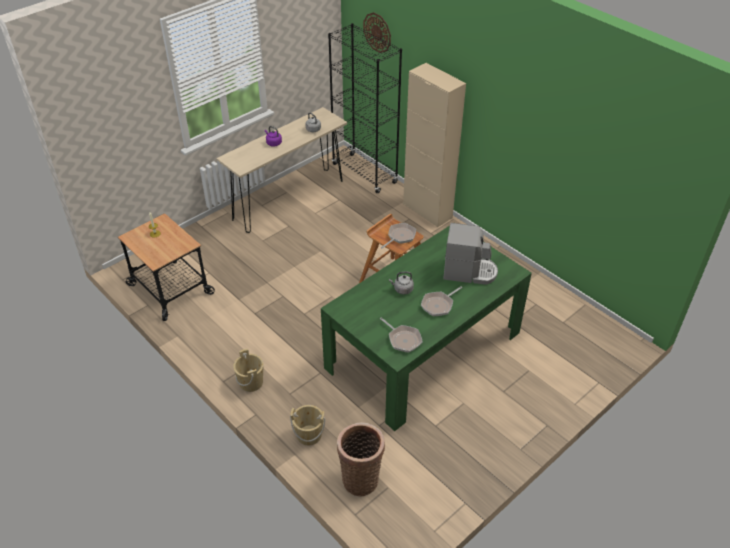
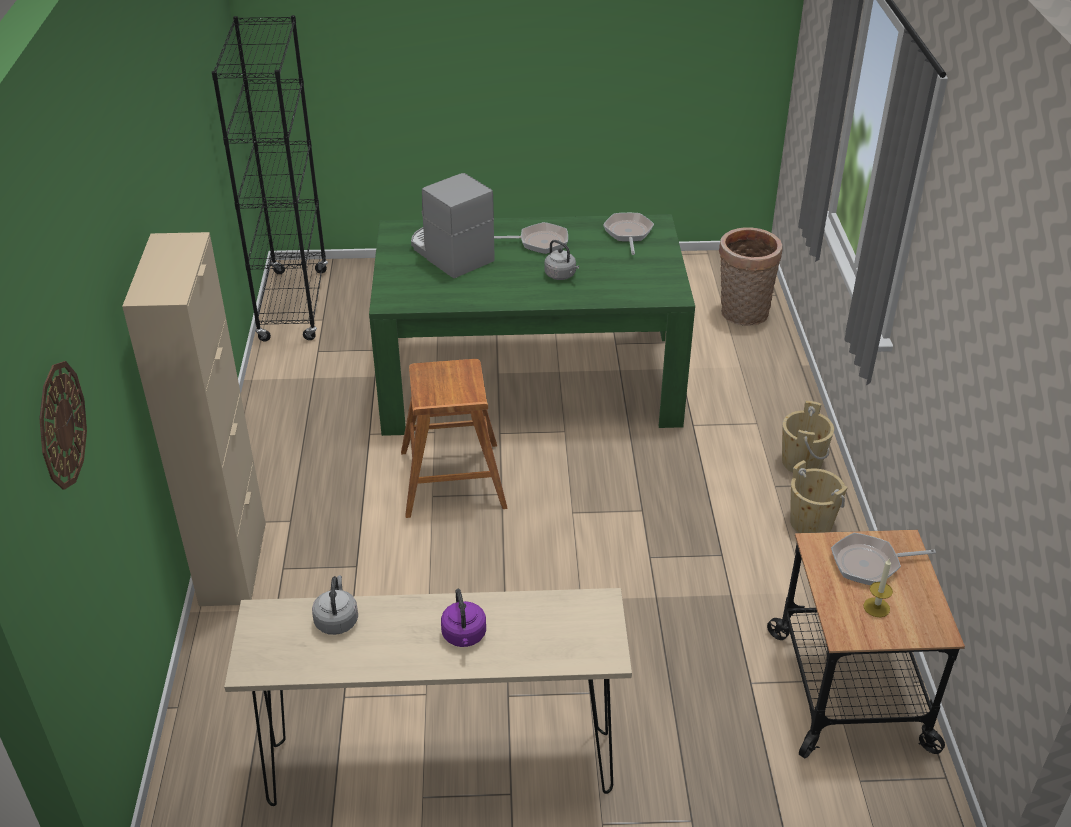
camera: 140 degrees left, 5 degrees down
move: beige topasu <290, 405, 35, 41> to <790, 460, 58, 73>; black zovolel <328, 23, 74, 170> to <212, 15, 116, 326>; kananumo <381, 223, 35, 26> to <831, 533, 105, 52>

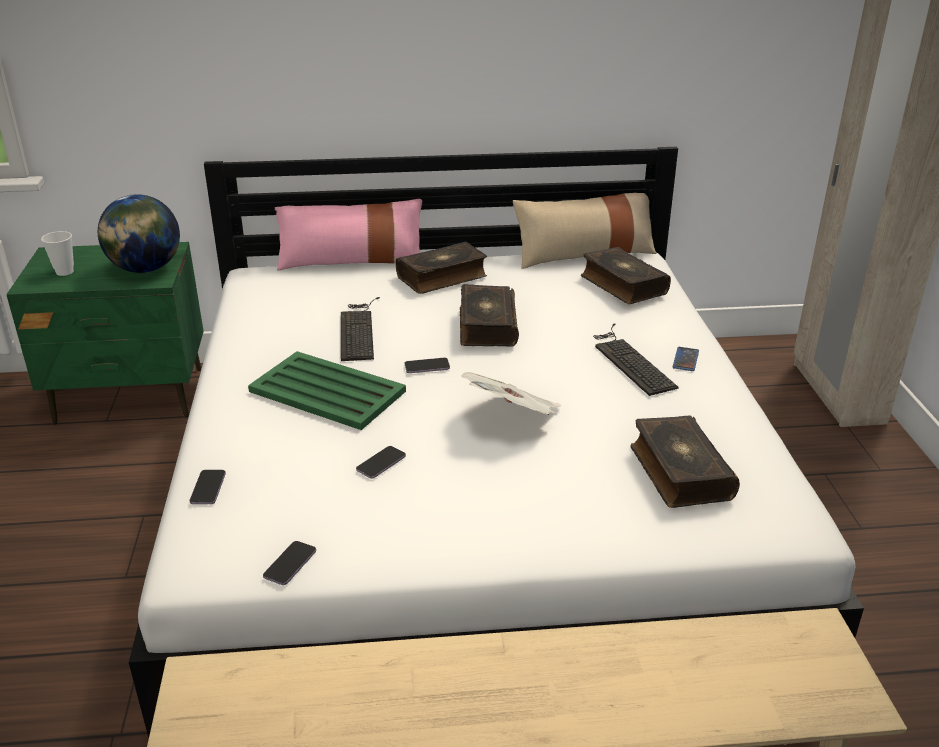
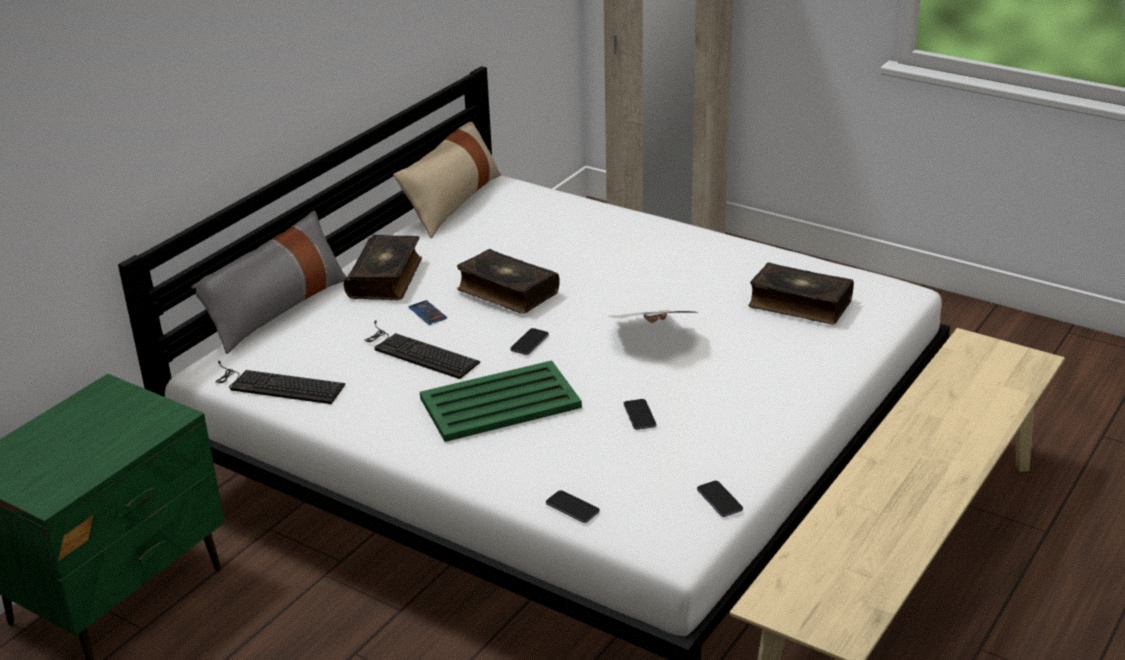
camera: 50 degrees left, 0 degrees up
delete: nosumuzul <41, 231, 33, 45>; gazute <98, 194, 82, 79>; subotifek <581, 247, 90, 57>
move: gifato <593, 323, 86, 73> to <215, 360, 130, 44>; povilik <673, 347, 26, 24> to <409, 300, 38, 25>
recolor: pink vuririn <275, 199, 147, 71> to grey vuririn <191, 211, 156, 143>

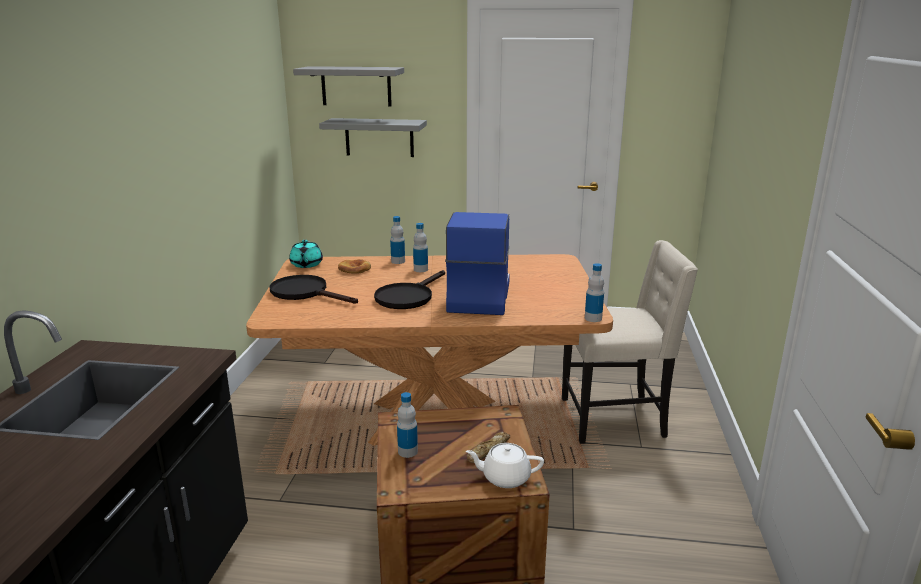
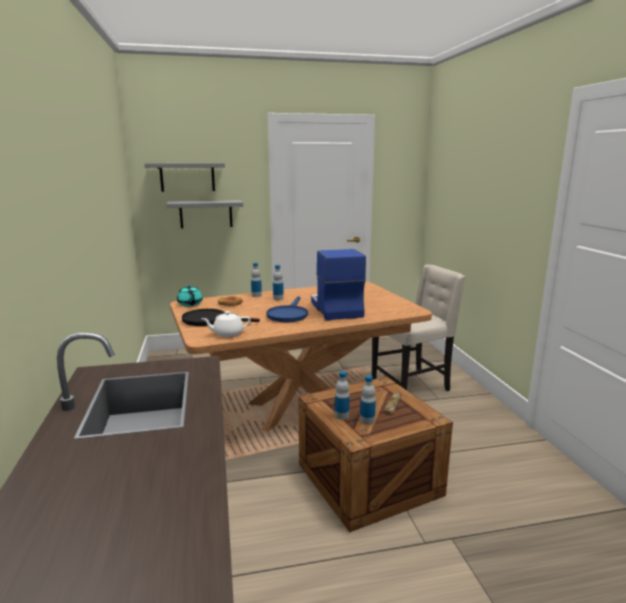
camera: 20 degrees left, 5 degrees down
move: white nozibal <466, 443, 78, 45> to <201, 311, 50, 26>; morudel <585, 263, 19, 59> to <360, 375, 16, 50>
recolor: black kananumo <374, 270, 71, 39> to blue kananumo <266, 296, 42, 26>

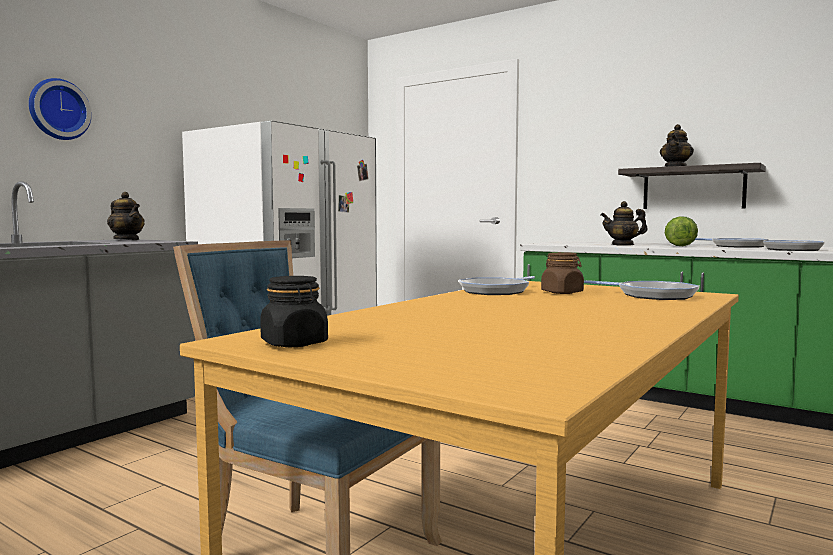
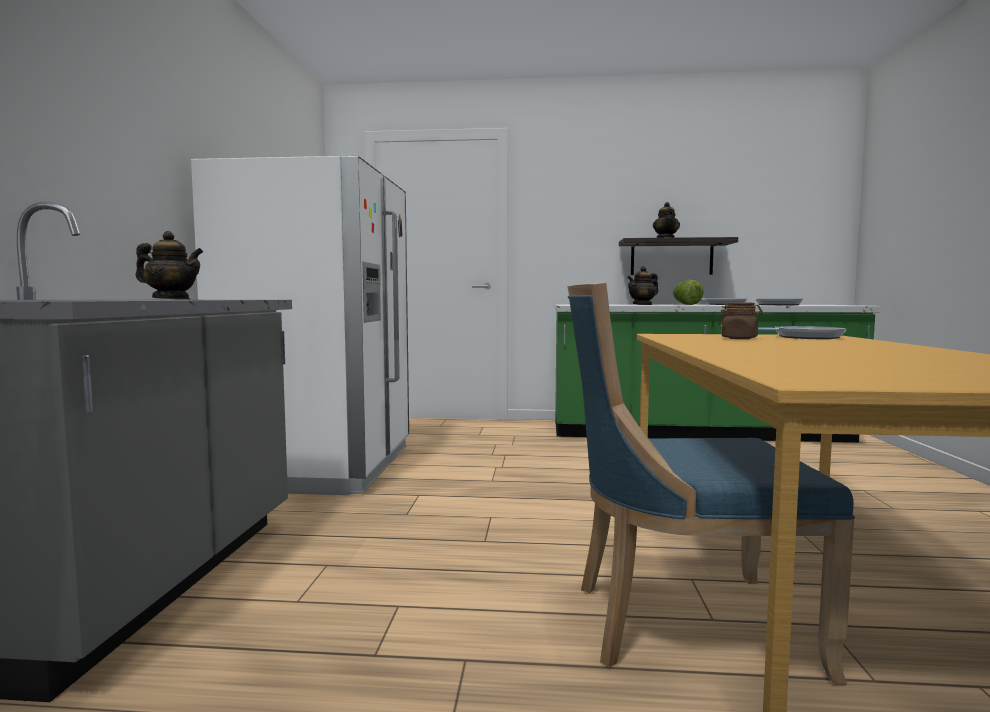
camera: 30 degrees left, 0 degrees up
delete: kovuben <29, 78, 63, 62>; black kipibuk <260, 276, 68, 71>; kananumo <459, 276, 76, 19>

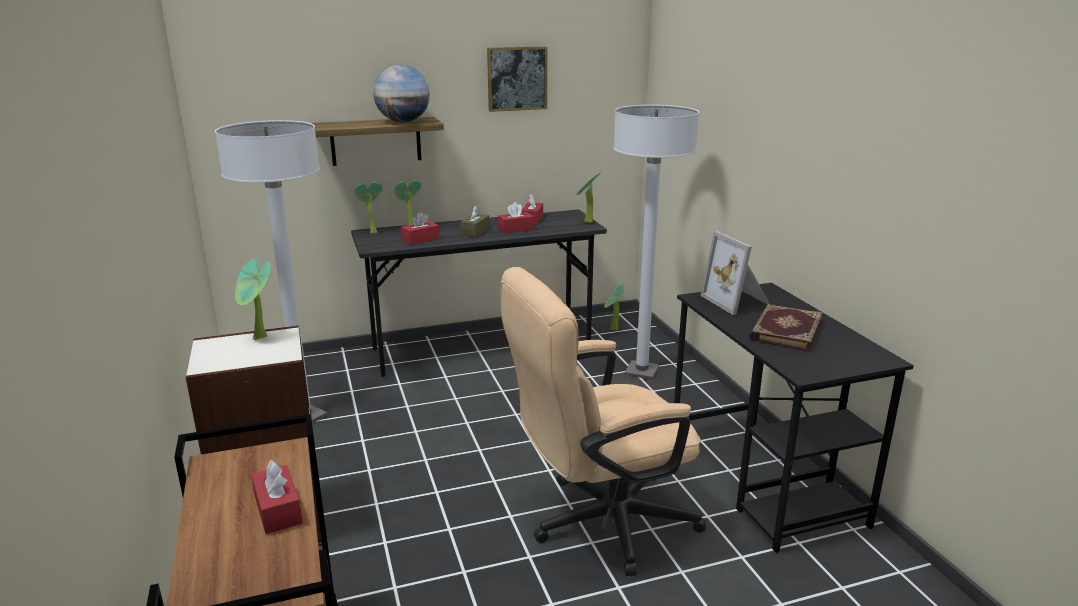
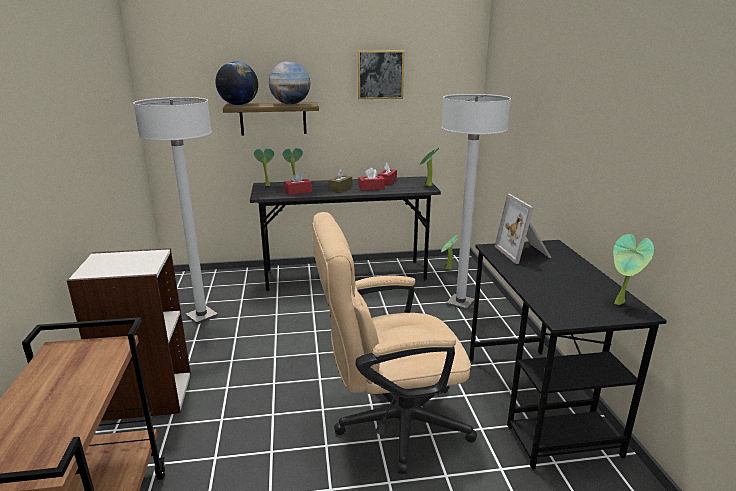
camera: 10 degrees right, 0 degrees up
delete: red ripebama <251, 460, 52, 74>; subotifek <749, 304, 74, 48>
insert: gazute <216, 61, 42, 44>
move: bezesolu <235, 259, 36, 81> to <613, 234, 41, 71>

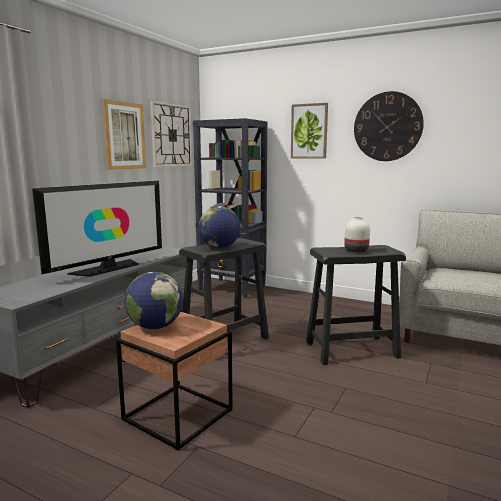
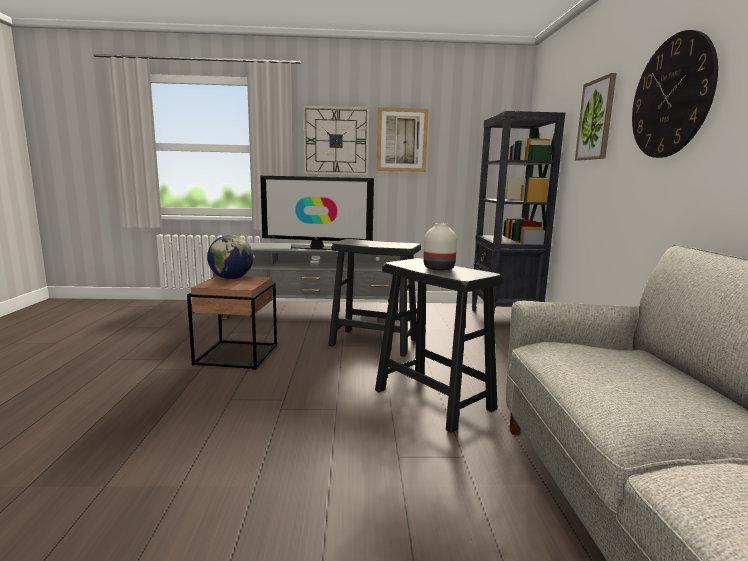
camera: 60 degrees right, 0 degrees up
delete: gazute <198, 206, 42, 42>
move: kovuben <150, 101, 42, 66> to <303, 106, 66, 69>

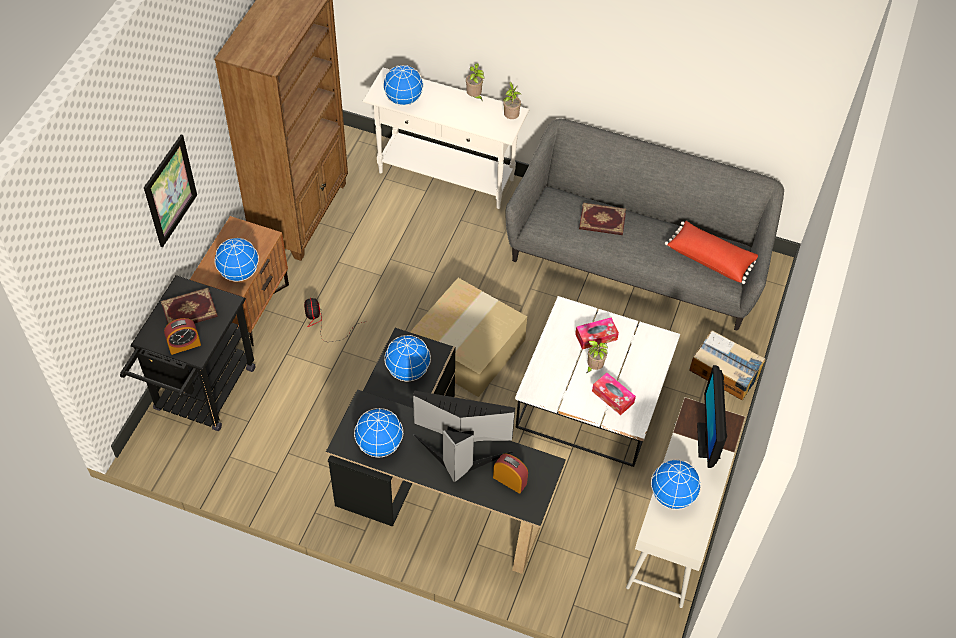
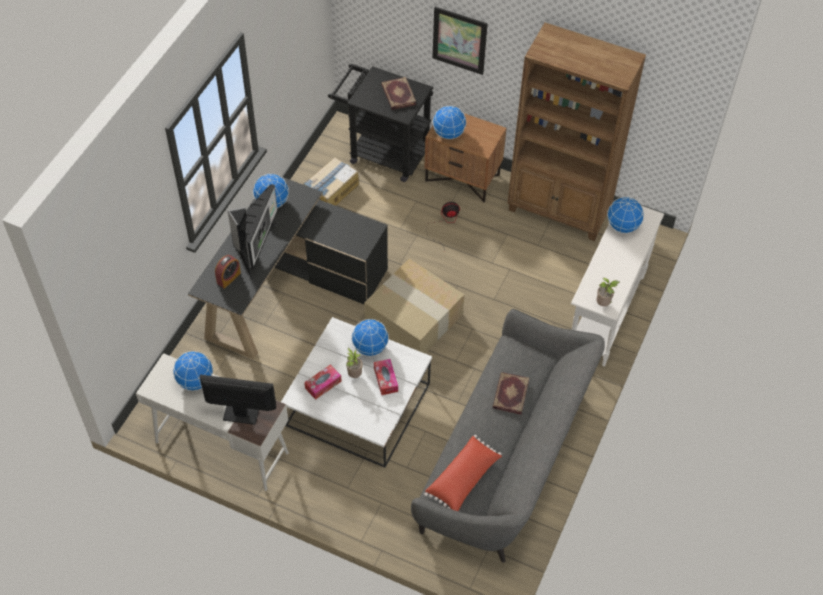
camera: 95 degrees right, 0 degrees up
delete: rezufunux <164, 318, 37, 37>; bezesolu <466, 63, 18, 39>
move: gazute <384, 335, 47, 46> to <351, 319, 38, 37>; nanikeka <689, 330, 76, 70> to <304, 157, 55, 49>

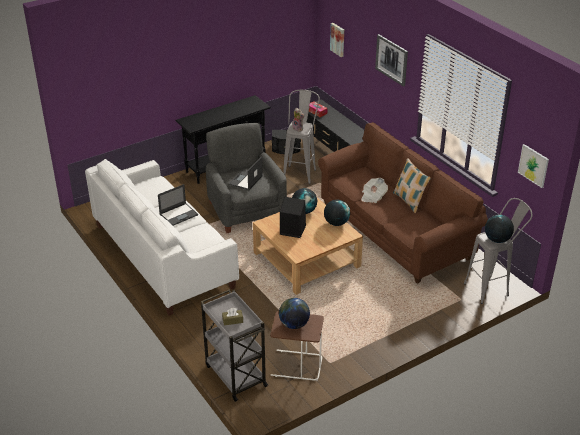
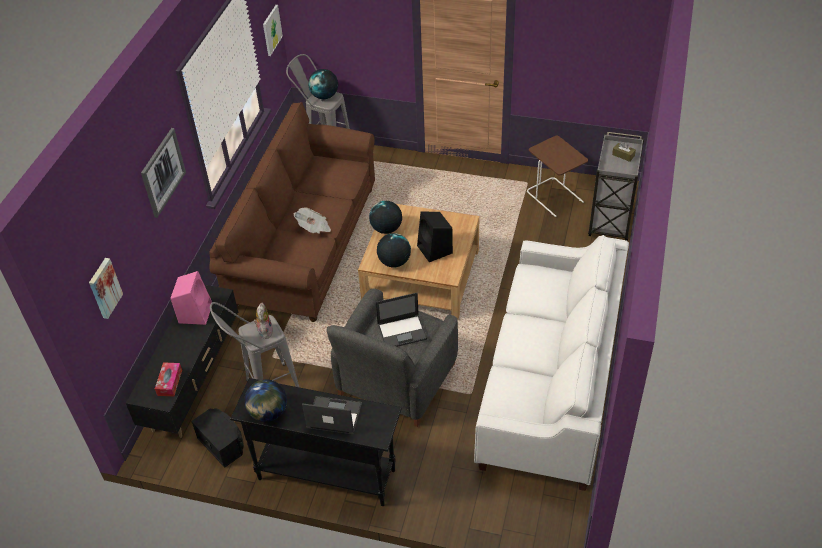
camera: 130 degrees left, 10 degrees up
delete: vuririn <393, 158, 38, 55>
insert: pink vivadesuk <171, 271, 41, 54>
move: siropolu <158, 184, 40, 42> to <302, 396, 60, 38>; gazute <279, 298, 31, 31> to <244, 379, 43, 43>

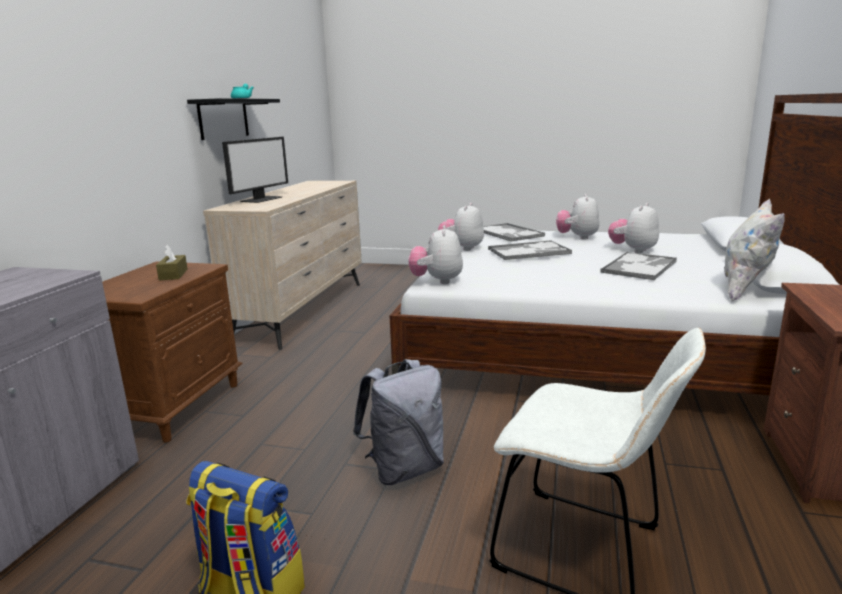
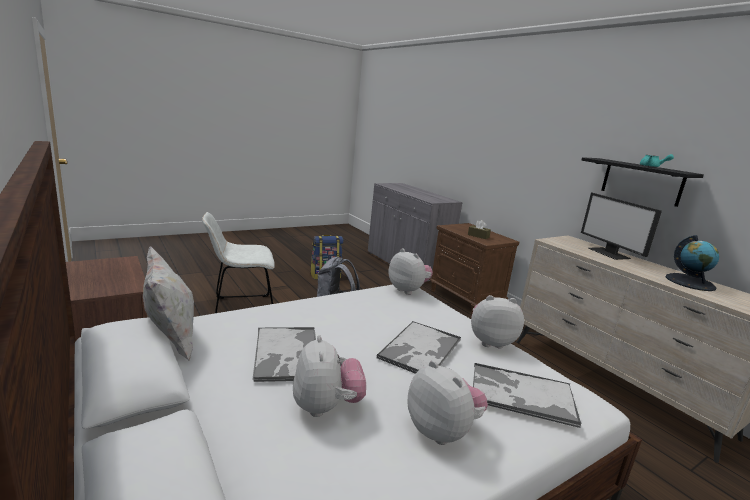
camera: 130 degrees right, 0 degrees up
insert: gazute <666, 235, 53, 56>
rotate: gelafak <438, 203, 46, 48> = <471, 295, 53, 54> 60 degrees counterclockwise

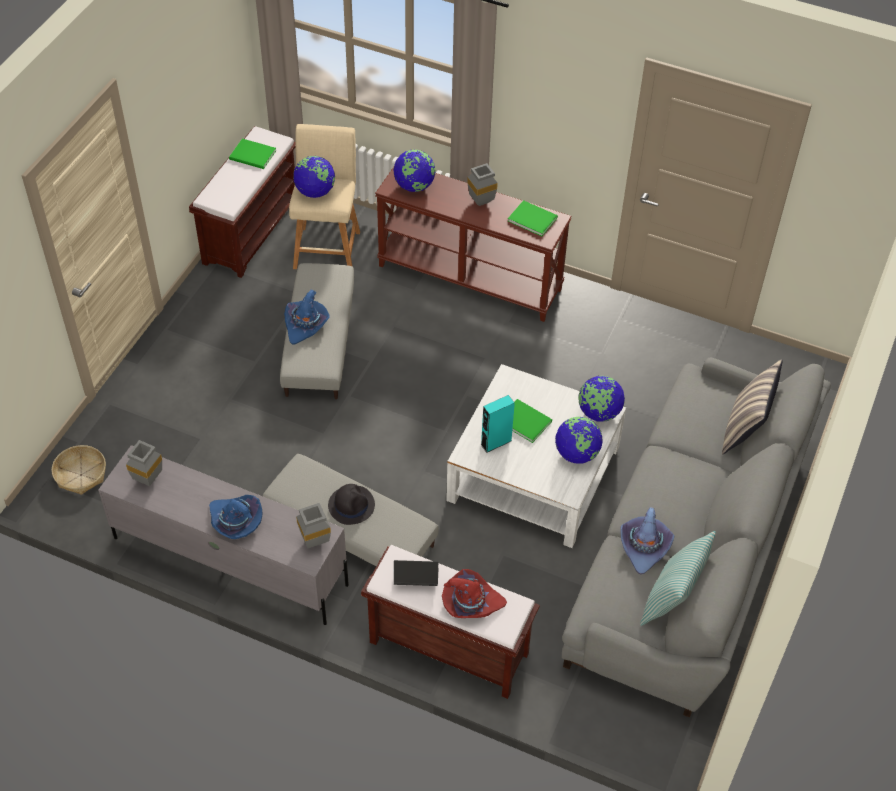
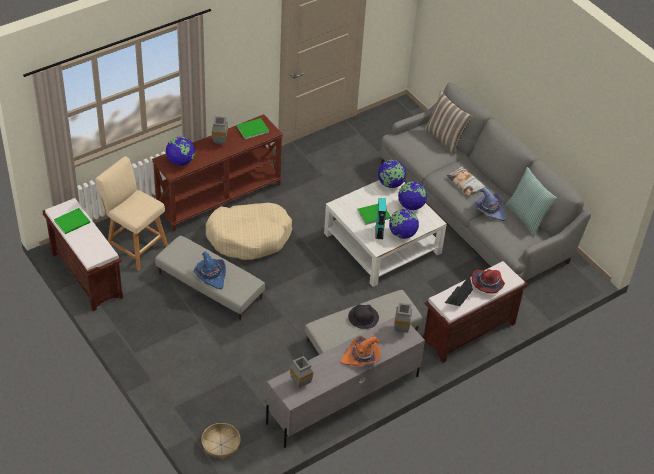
camera: 60 degrees left, 5 degrees down
insert: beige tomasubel <206, 203, 86, 57>; vuririn <447, 166, 39, 30>
move: gazute <293, 156, 42, 42> to <389, 209, 30, 30>
recolor: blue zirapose <209, 495, 53, 44> to orange zirapose <341, 336, 40, 30>

